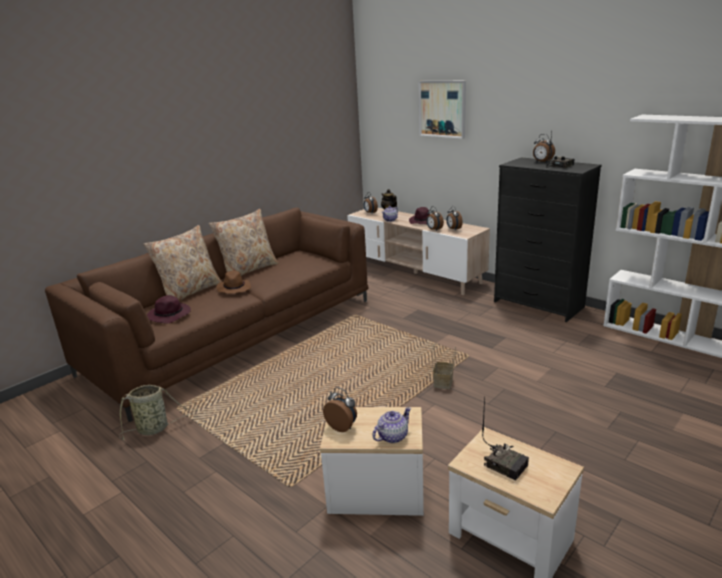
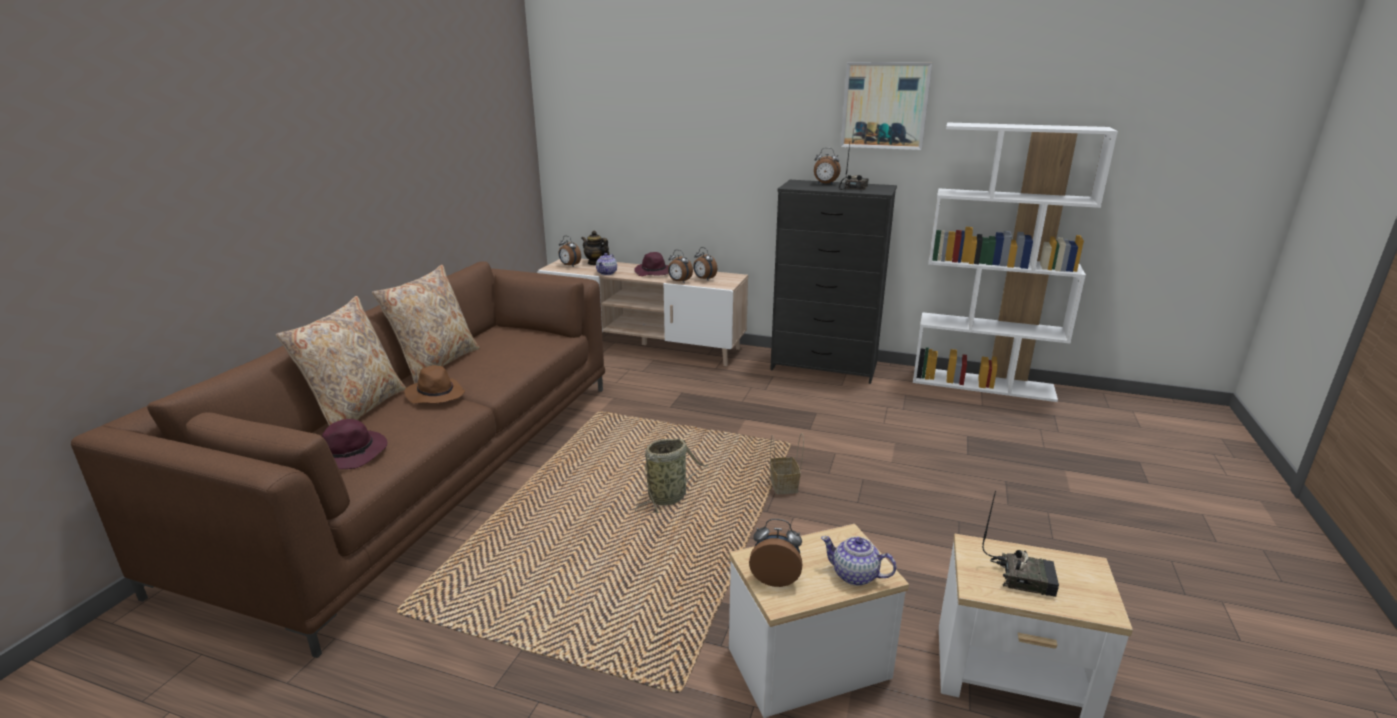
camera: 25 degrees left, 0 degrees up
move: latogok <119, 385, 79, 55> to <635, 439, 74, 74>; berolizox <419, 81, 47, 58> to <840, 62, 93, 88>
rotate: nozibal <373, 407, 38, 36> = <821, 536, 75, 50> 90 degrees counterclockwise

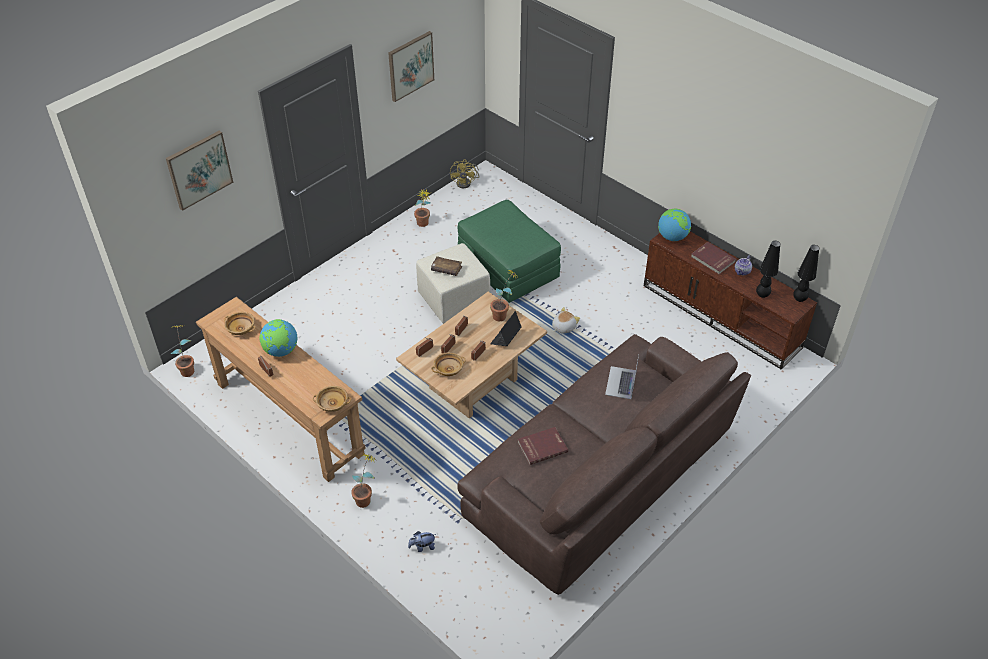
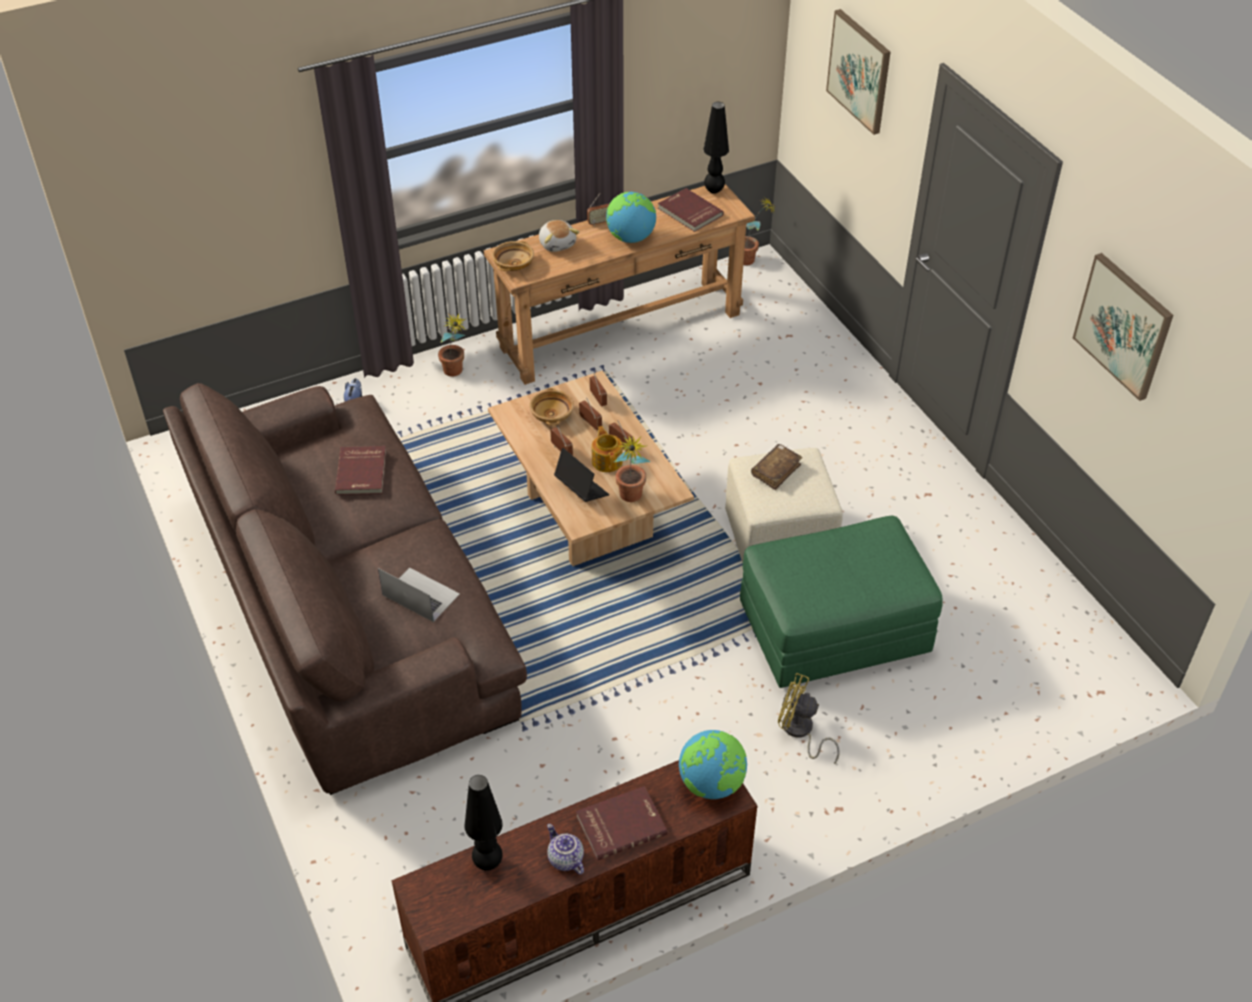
camera: 110 degrees right, 0 degrees up
delete: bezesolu <414, 190, 18, 37>
insert: nozibal <592, 426, 31, 46>
move: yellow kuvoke <450, 159, 29, 29> to <778, 673, 62, 91>; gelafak <552, 307, 28, 27> to <539, 220, 40, 32>; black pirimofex <793, 245, 26, 57> to <703, 102, 26, 92>
replace: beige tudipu <224, 312, 32, 23> to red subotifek <658, 188, 66, 44>

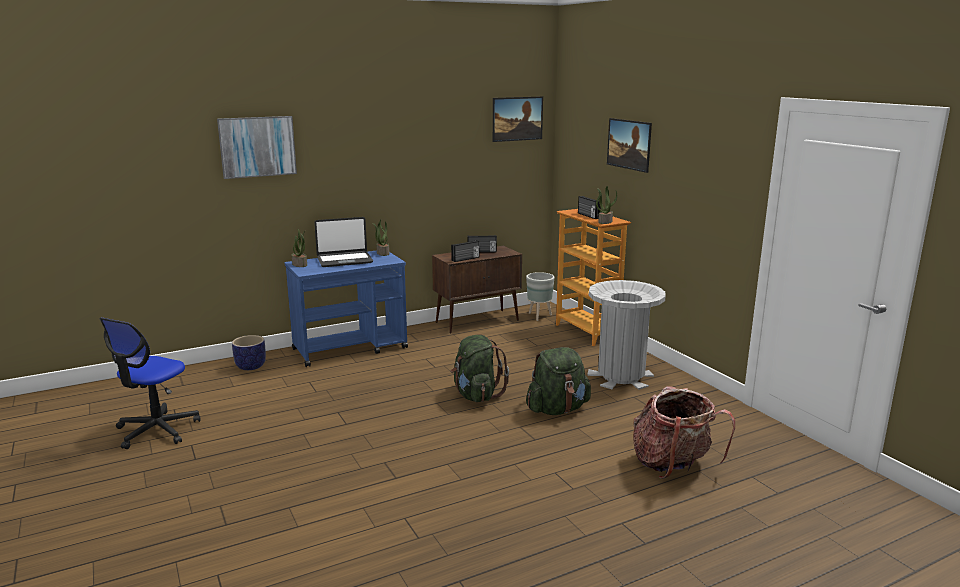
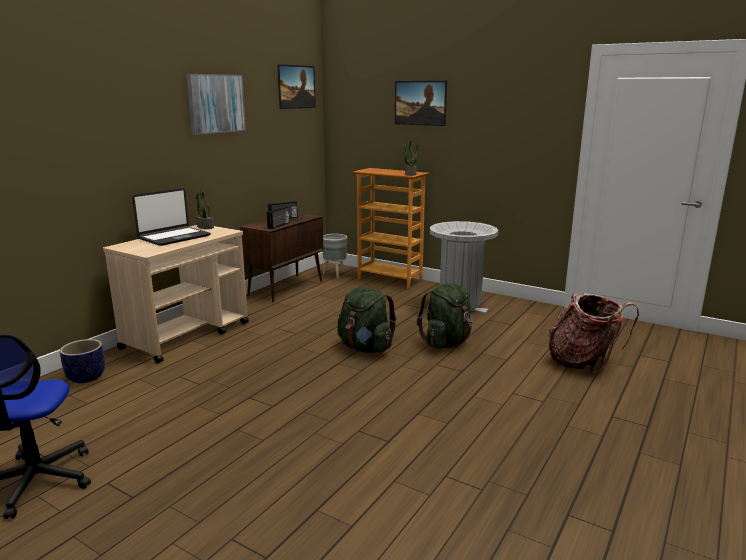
camera: 30 degrees left, 0 degrees up
delete: bezesolu <292, 229, 15, 38>; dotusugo <578, 196, 23, 23>
move: berolizox <217, 116, 80, 63> to <186, 74, 60, 61>
recolor: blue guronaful <284, 251, 124, 116> to beige guronaful <103, 225, 146, 138>

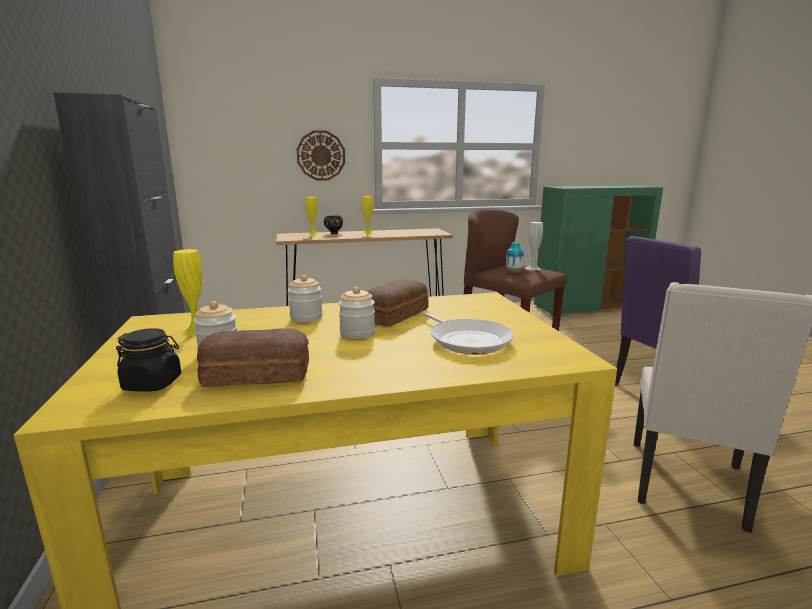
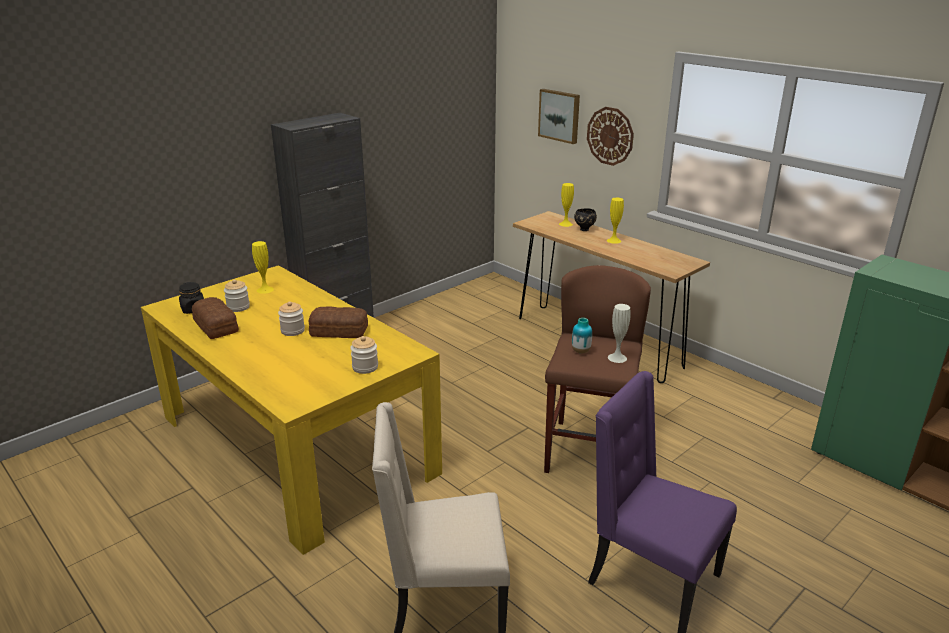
camera: 60 degrees right, 10 degrees up
delete: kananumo <421, 311, 93, 44>
insert: berolizox <538, 89, 42, 55>
move: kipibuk <288, 275, 35, 47> to <350, 336, 28, 38>

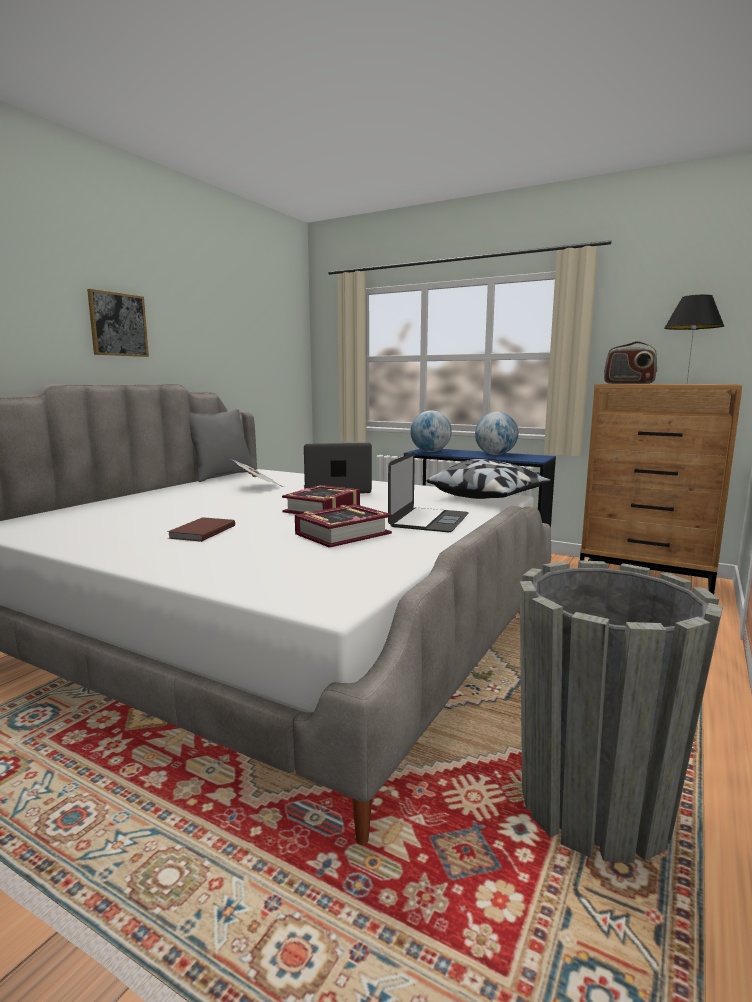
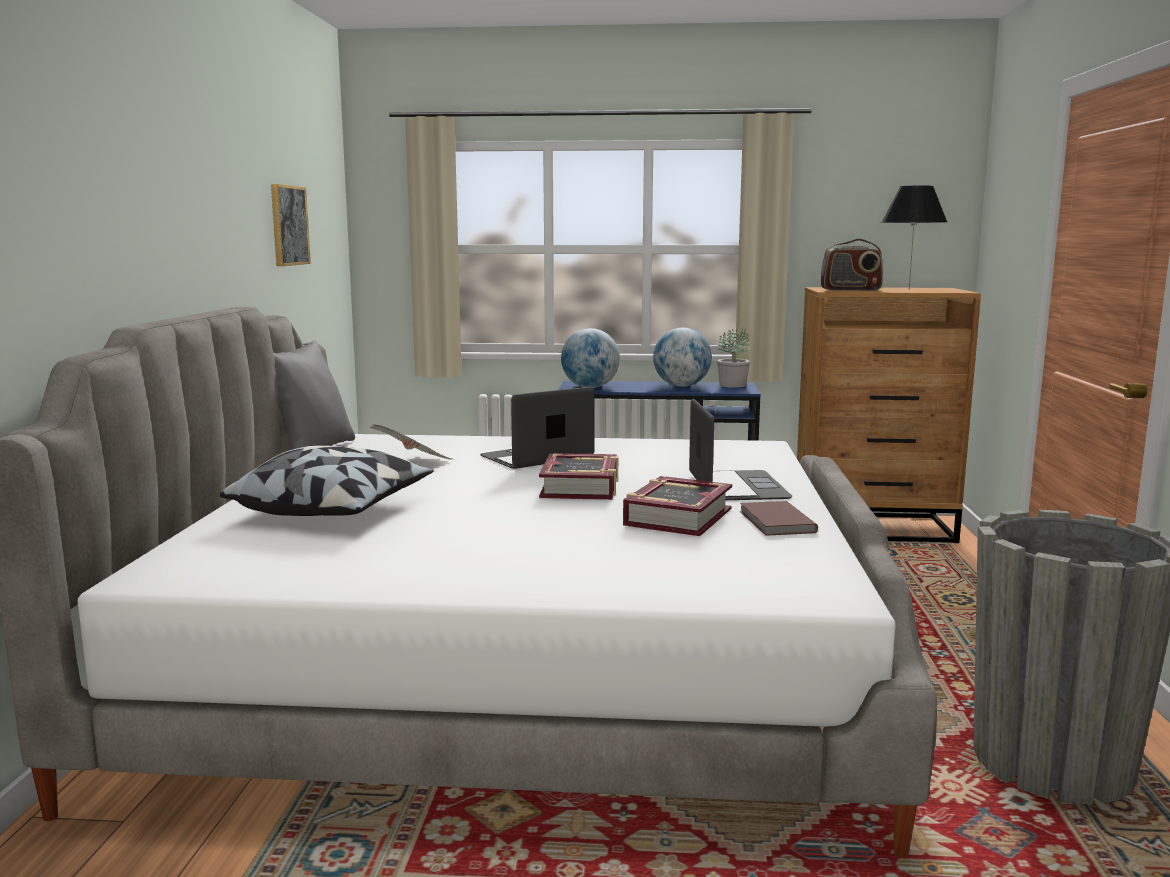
camera: 25 degrees left, 0 degrees up
insert: bezesolu <717, 328, 33, 60>
move: berolizox <87, 289, 62, 68> to <271, 184, 40, 82>; brown subotifek <168, 517, 67, 25> to <740, 501, 78, 35>; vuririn <427, 459, 124, 40> to <220, 445, 213, 71>

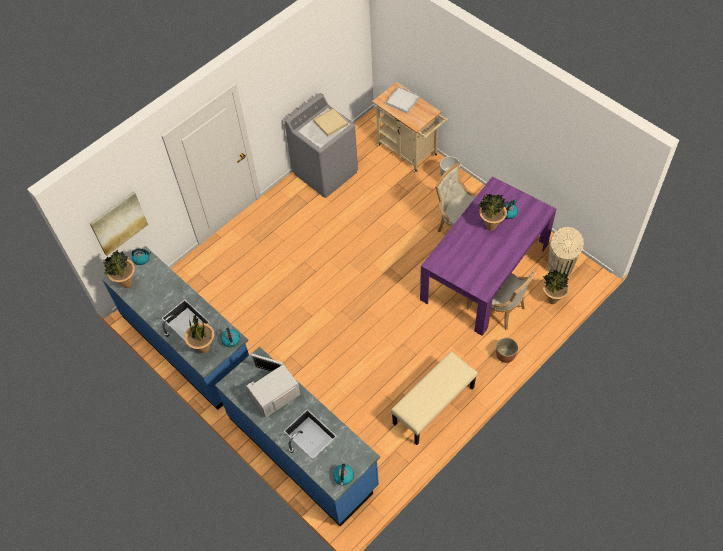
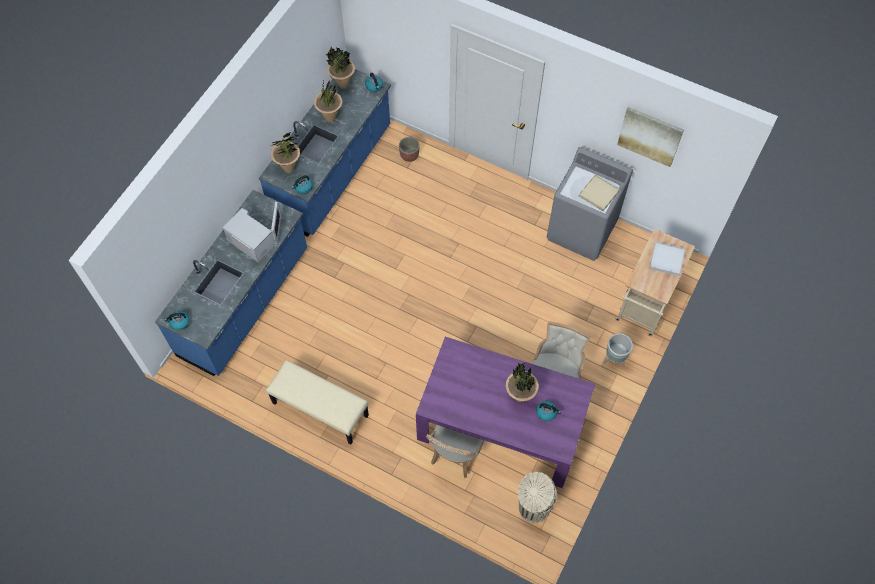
camera: 70 degrees right, 5 degrees up
move: berolizox <89, 191, 59, 65> to <617, 107, 67, 60>; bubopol <496, 338, 22, 25> to <399, 137, 20, 25>; bezesolu <543, 269, 27, 35> to <314, 79, 28, 43>

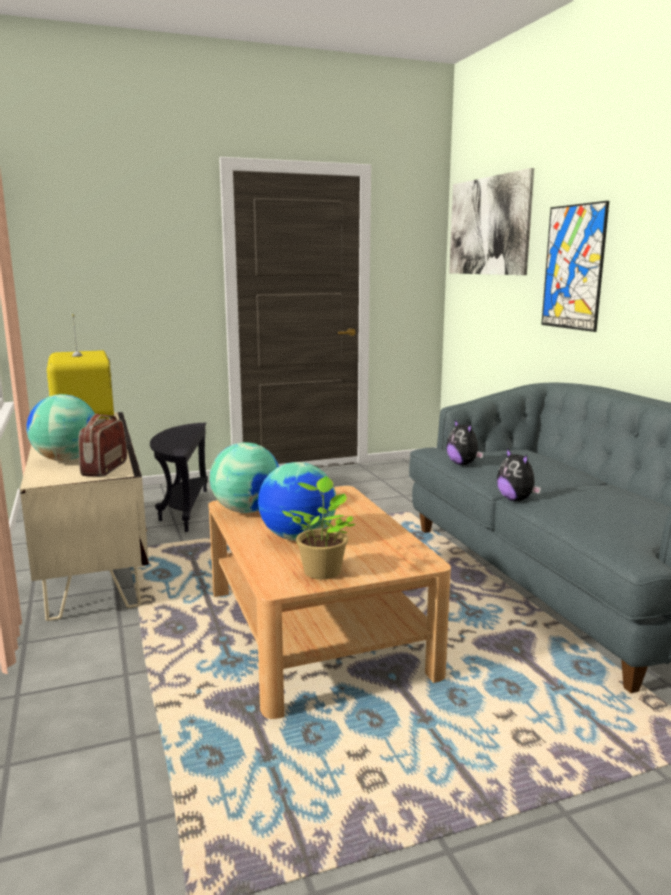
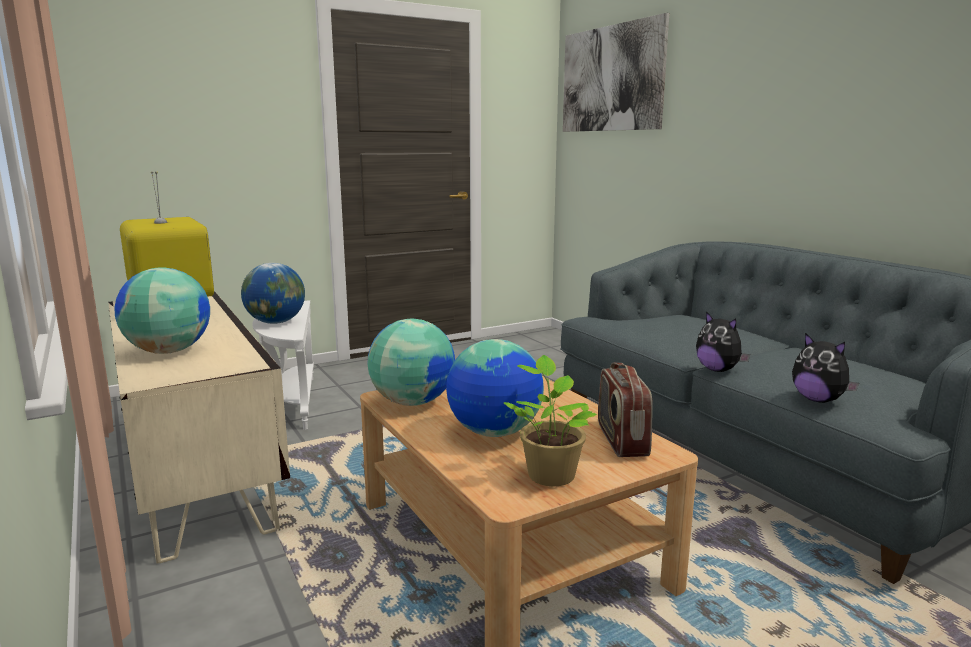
camera: 10 degrees left, 0 degrees up
delete: berolizox <541, 201, 68, 131>
insert: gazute <241, 263, 64, 61>
move: dotusugo <78, 413, 49, 64> to <598, 363, 55, 94>; gelafak <446, 420, 38, 45> to <792, 333, 67, 70>
recolor: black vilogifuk <150, 423, 58, 109> to white vilogifuk <252, 300, 62, 130>

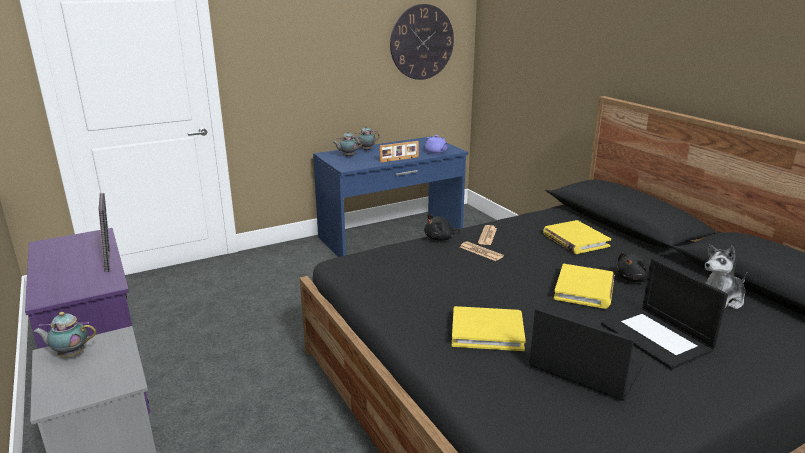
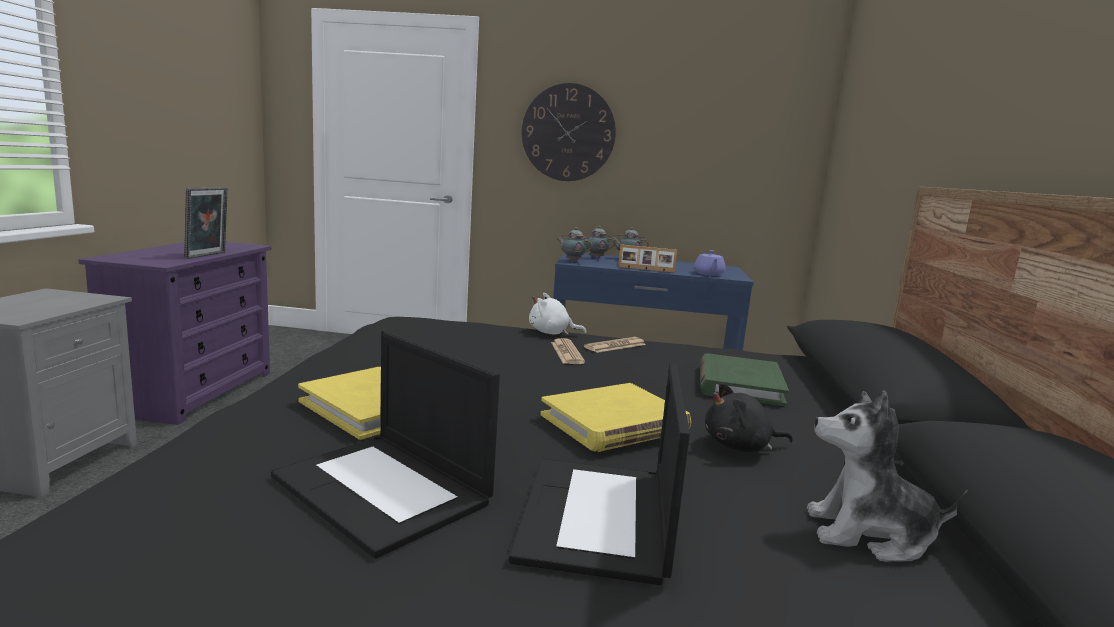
camera: 35 degrees right, 10 degrees down
move: nozibal <33, 312, 63, 45> to <557, 227, 35, 35>; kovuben <390, 4, 64, 76> to <522, 83, 94, 98>
recolor: black gelafak <424, 213, 36, 28> to white gelafak <529, 293, 58, 42>; yellow subotifek <543, 220, 68, 34> to green subotifek <700, 353, 89, 53>
rotate: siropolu <530, 308, 114, 93> = <271, 330, 229, 229> 150 degrees clockwise

